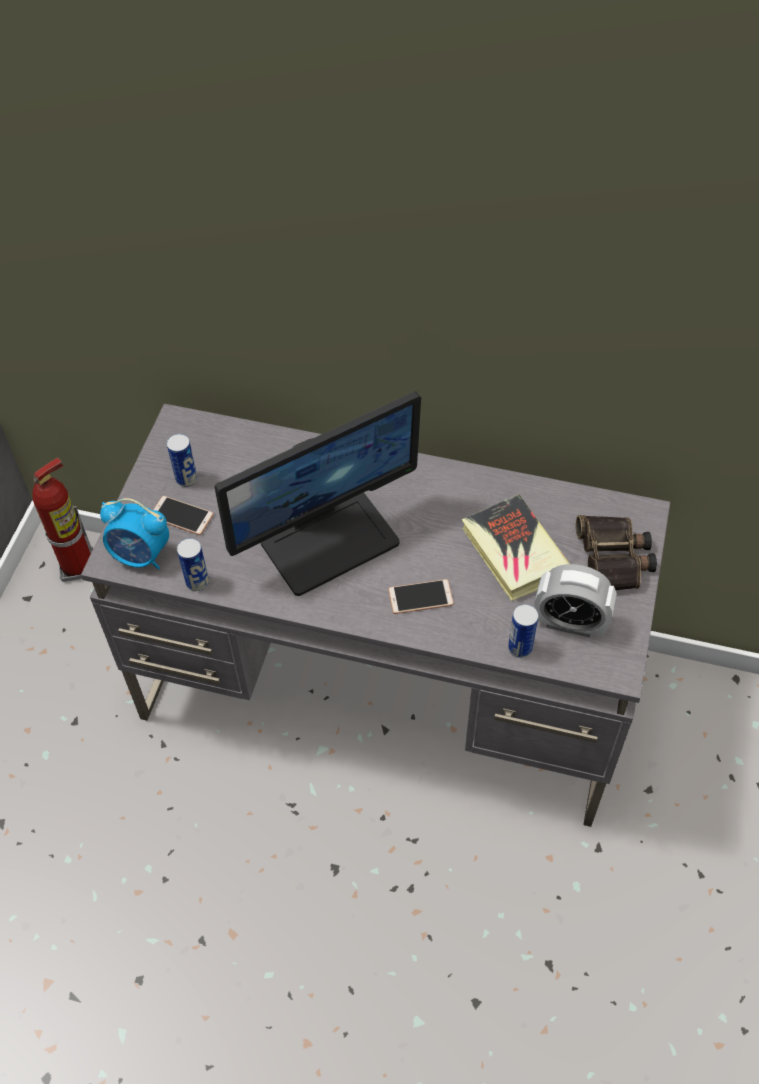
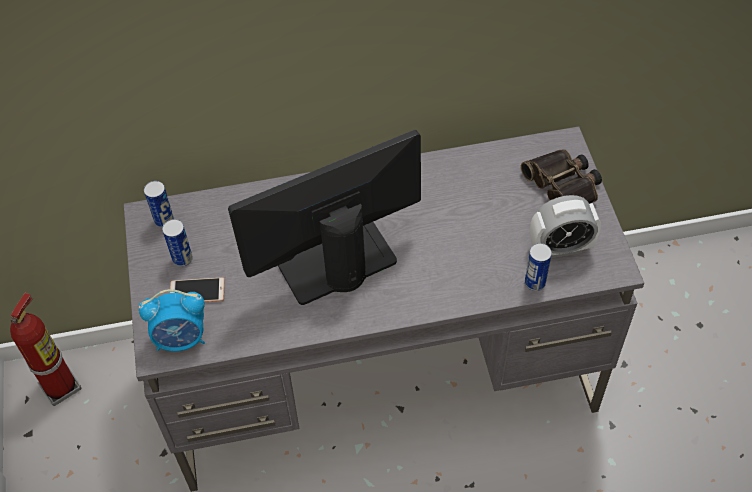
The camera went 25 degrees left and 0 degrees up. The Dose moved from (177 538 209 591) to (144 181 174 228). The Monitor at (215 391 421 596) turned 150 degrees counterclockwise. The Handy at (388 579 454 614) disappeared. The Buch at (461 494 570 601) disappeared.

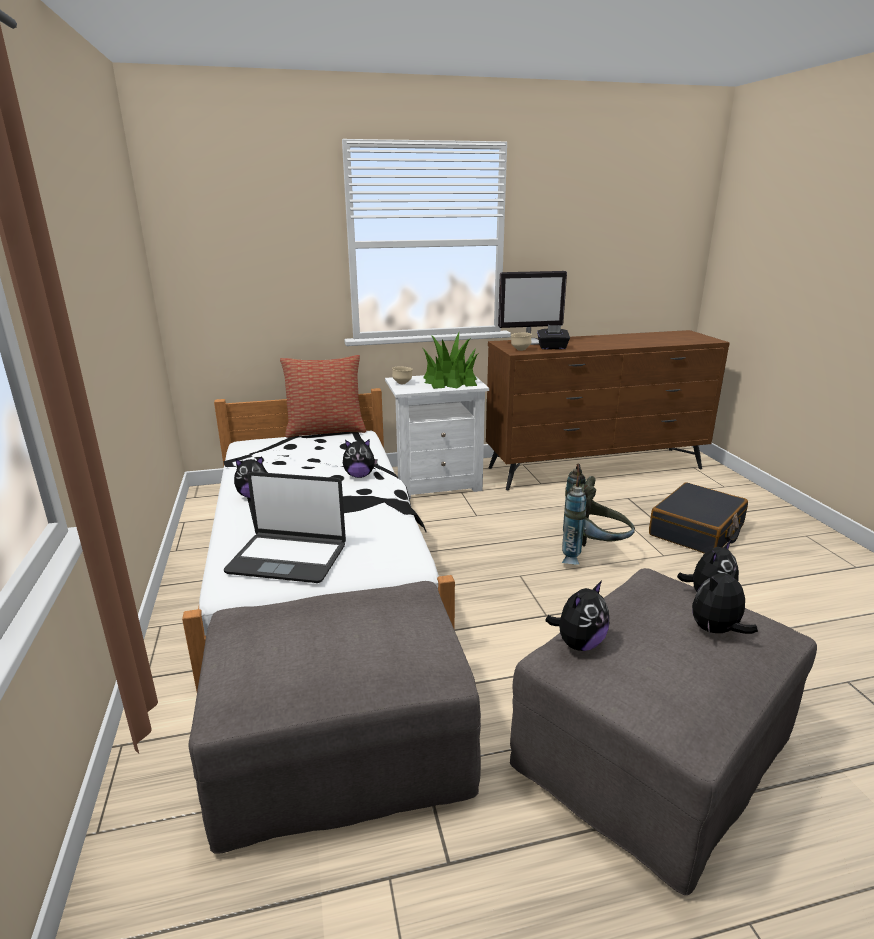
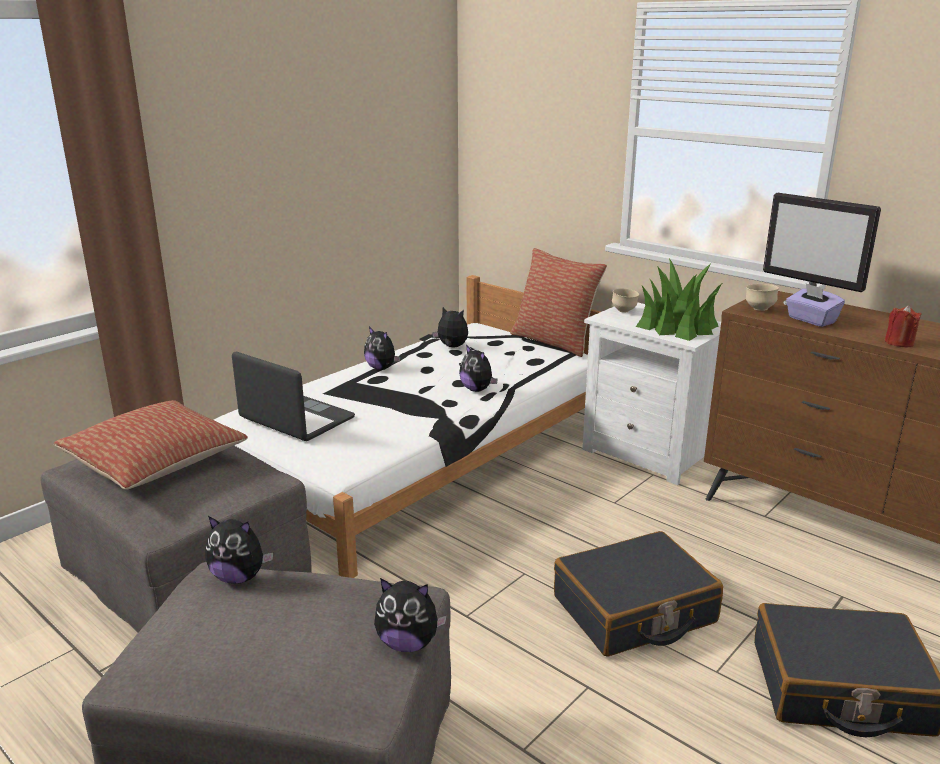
The camera went 55 degrees right and 0 degrees up. The Laptop at (224 472 346 583) turned 150 degrees clockwise. The Taschentuchbox [schwarz] at (537 325 570 350) became the Taschentuchbox [lila] at (786 283 845 327). The Rucksack [grau] at (562 463 635 565) was replaced by the Koffer [schwarz] at (554 531 723 657). The Plüschtier moved from (692 566 758 634) to (432 307 468 347). The Kissen at (54 400 248 490) appeared. The Kerze [rot] at (885 305 922 347) appeared.

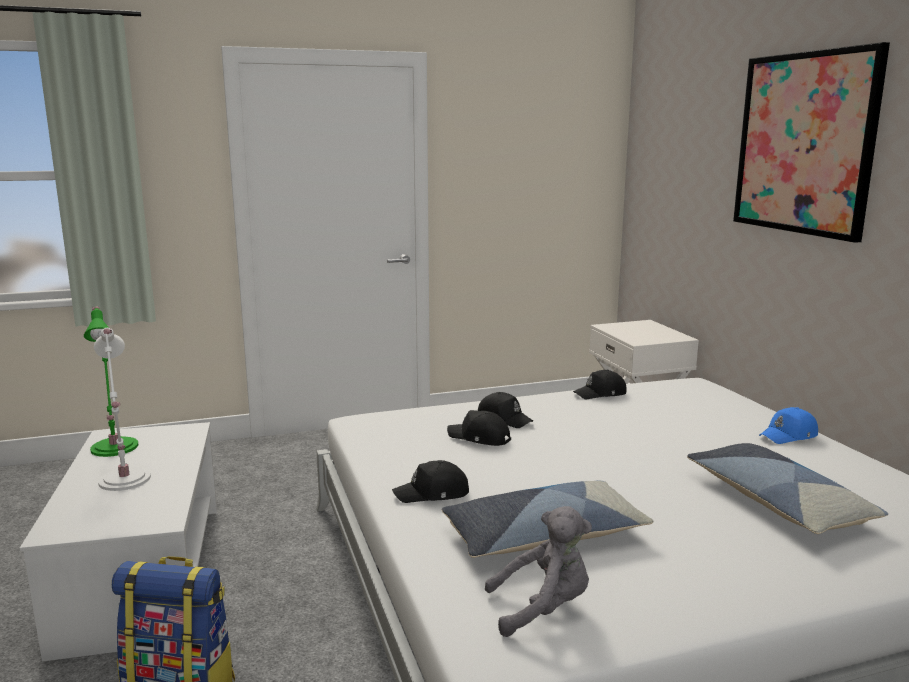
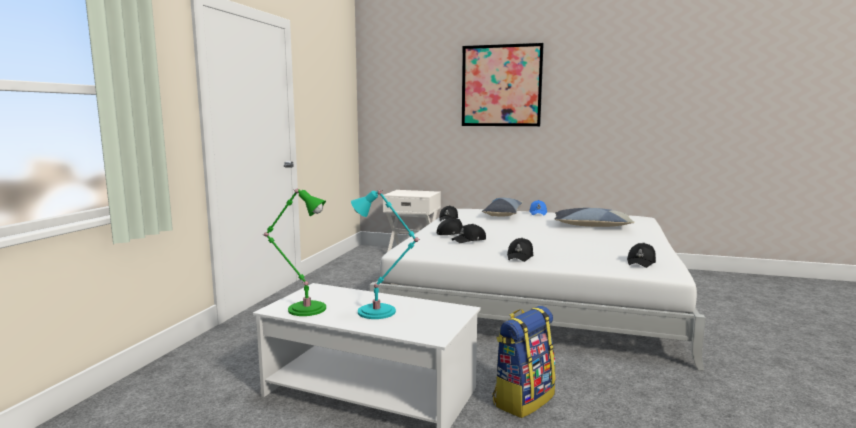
The camera went 55 degrees left and 5 degrees down. The Tischlampe [weiß] at (94 328 151 491) became the Tischlampe [türkis] at (351 190 419 319). The Kissen moved from (442 480 653 558) to (482 198 523 217). The Plüschtier [grau] at (485 506 592 637) was replaced by the Kappe [schwarz] at (627 243 656 268).

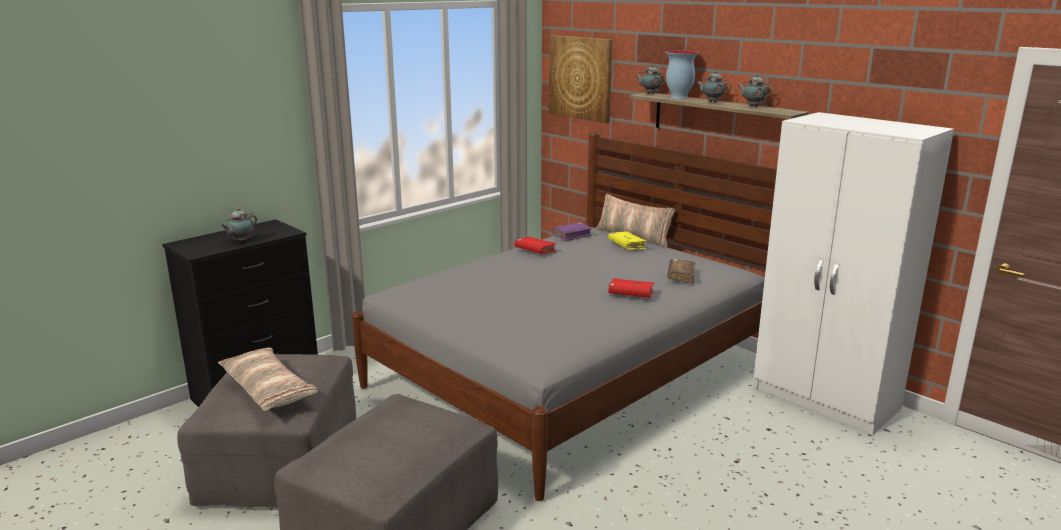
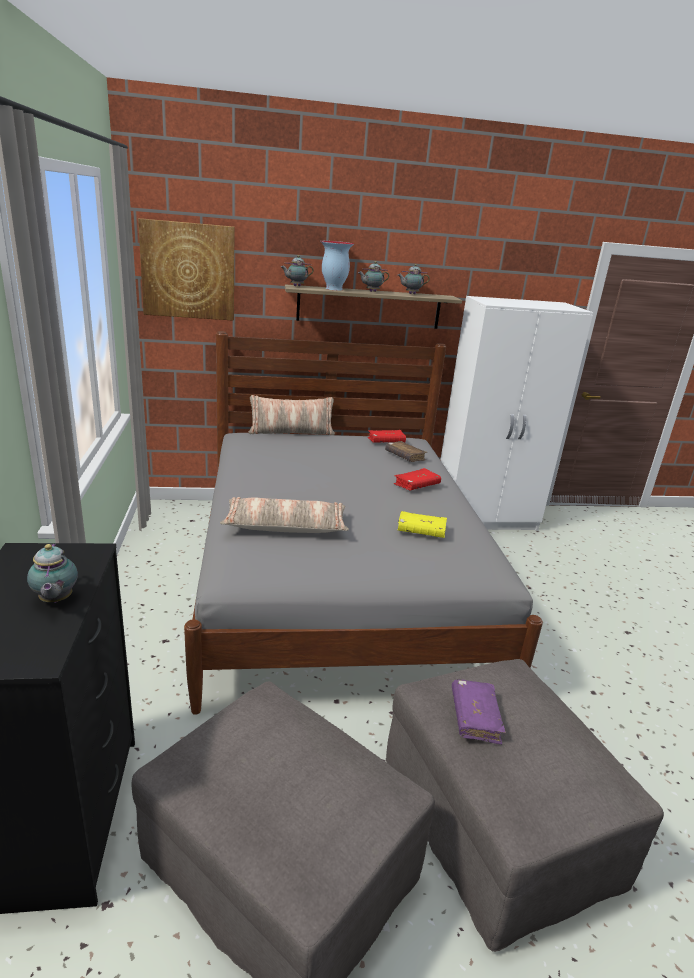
The camera went 55 degrees left and 5 degrees up. The Kissen moved from (218 347 318 411) to (220 497 349 533). The Buch [rot] moved from (515 236 557 254) to (368 430 406 443). The Buch [lila] moved from (552 222 593 242) to (452 679 506 744). The Buch [gelb] moved from (608 231 646 250) to (398 511 447 538).

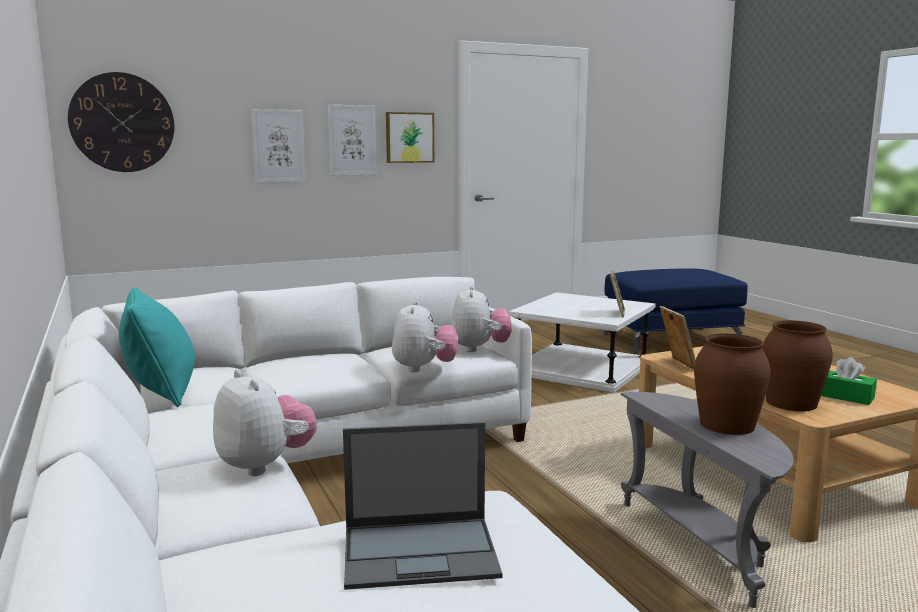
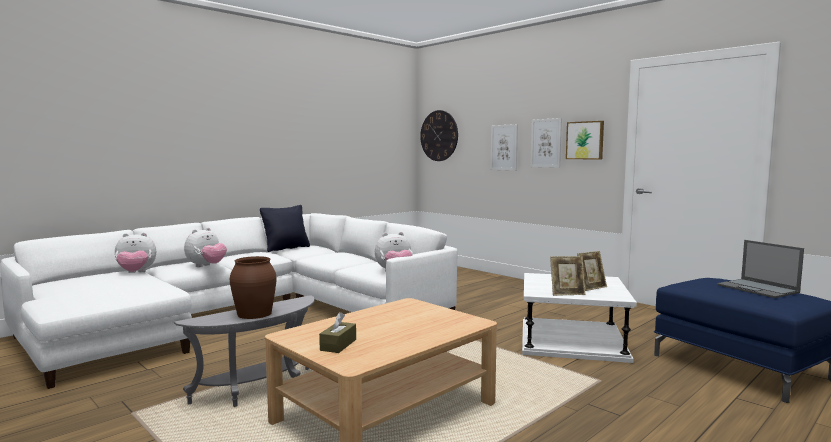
The camera went 70 degrees right and 5 degrees down. The Kissen [türkis] at (119 287 195 407) became the Kissen [schwarz] at (260 205 310 252). The Laptop moved from (343 422 502 590) to (717 240 804 298). The Plüschtier moved from (392 300 458 372) to (115 233 156 273). The Bilderrahmen moved from (660 306 695 370) to (577 251 607 291). The Vase [braun] at (762 320 833 411) disappeared. The Taschentuchbox [grün] at (821 357 877 405) became the Taschentuchbox [braun] at (319 312 356 353).

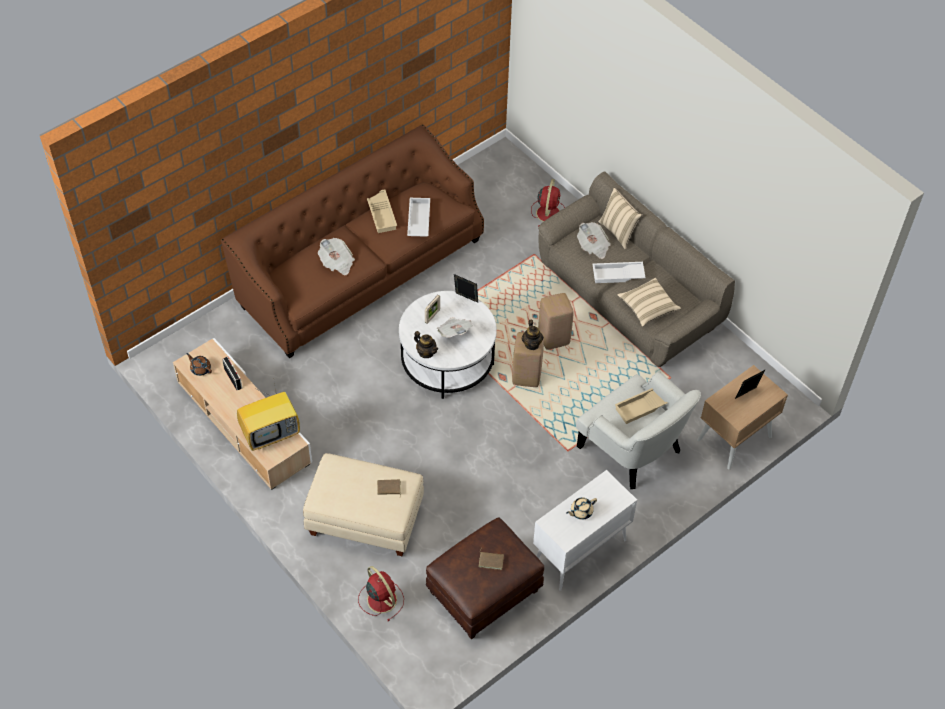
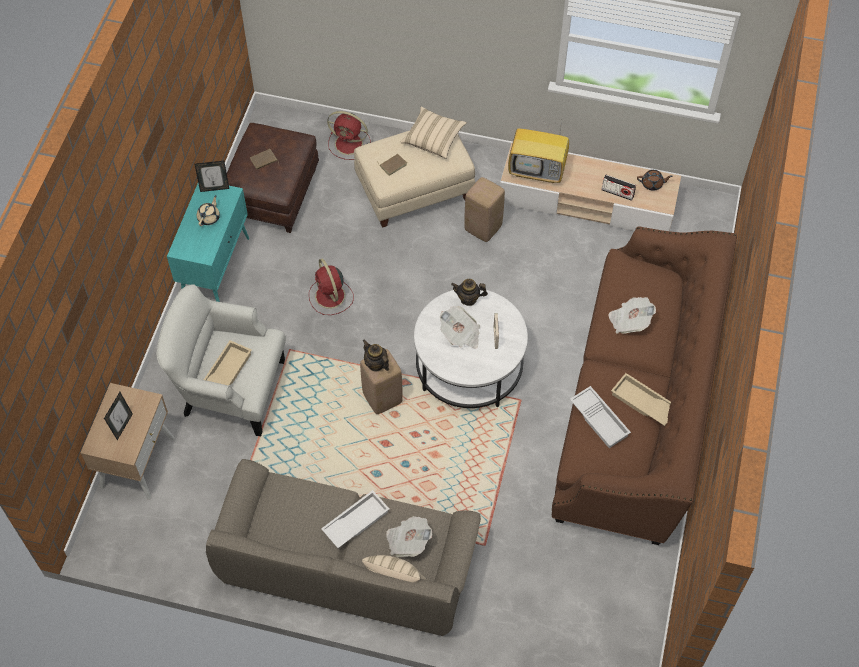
The camera went 145 degrees right and 5 degrees up. The Fernseher at (237 375 300 451) turned 105 degrees counterclockwise. The Bilderrahmen moved from (454 274 478 303) to (195 161 229 192). The Ventilator [rot] moved from (531 179 565 227) to (309 258 354 315). The Schrank [weiß] at (533 470 637 591) became the Schrank [türkis] at (167 184 249 302). The Hocker [beige] moved from (538 293 574 350) to (464 177 505 242). The Kissen [beige] moved from (617 278 681 327) to (400 106 467 159).

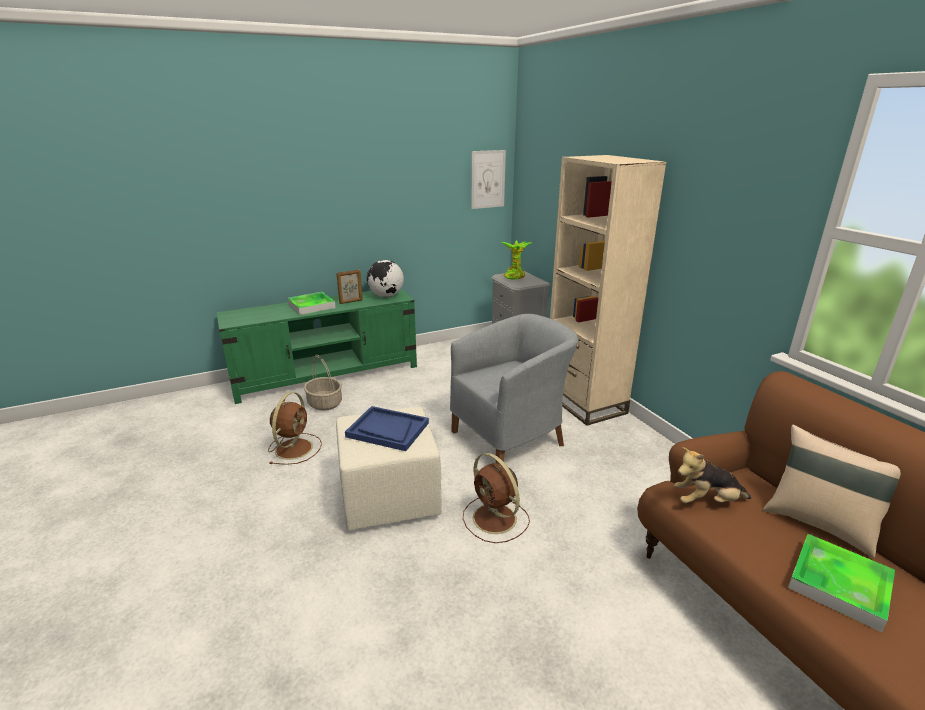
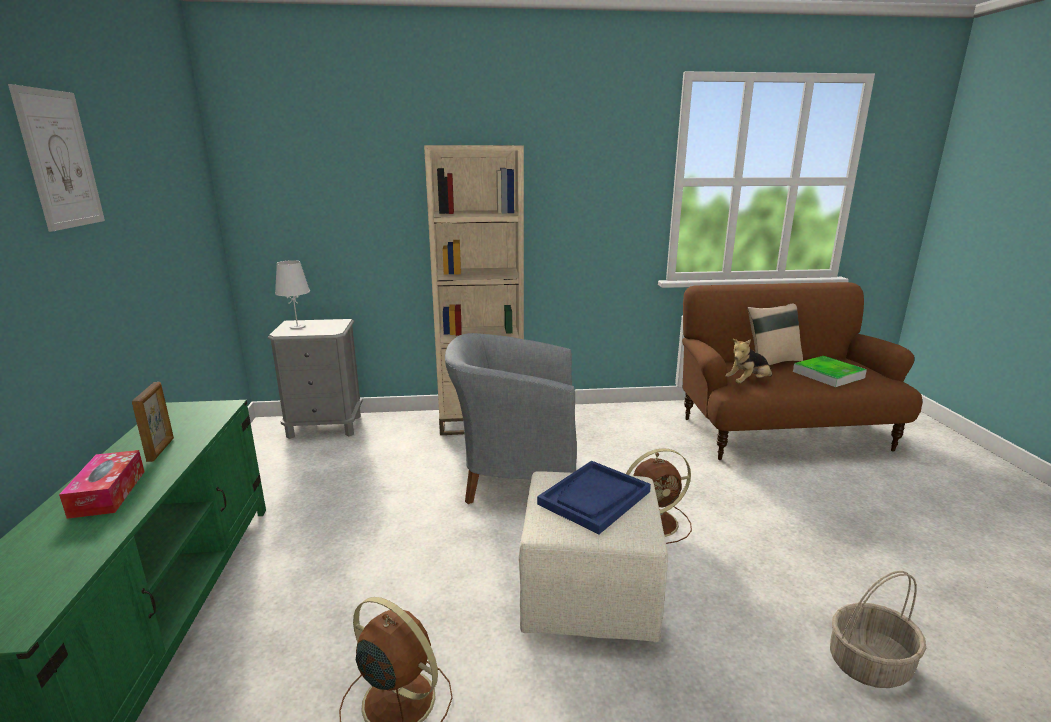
The camera went 70 degrees left and 5 degrees down. The Tablett at (288 292 336 315) was replaced by the Taschentuchbox at (59 450 145 519). The Korb moved from (304 355 342 411) to (830 571 926 688). The Globus at (367 260 404 297) disappeared. The Sessel [grau] at (450 314 578 463) turned 75 degrees counterclockwise. The Bild moved from (471 150 506 209) to (8 84 105 232). The Topfpflanze at (500 240 533 280) was replaced by the Tischlampe [weiß] at (275 260 310 329). The Plüschtier at (674 447 751 503) turned 45 degrees clockwise.

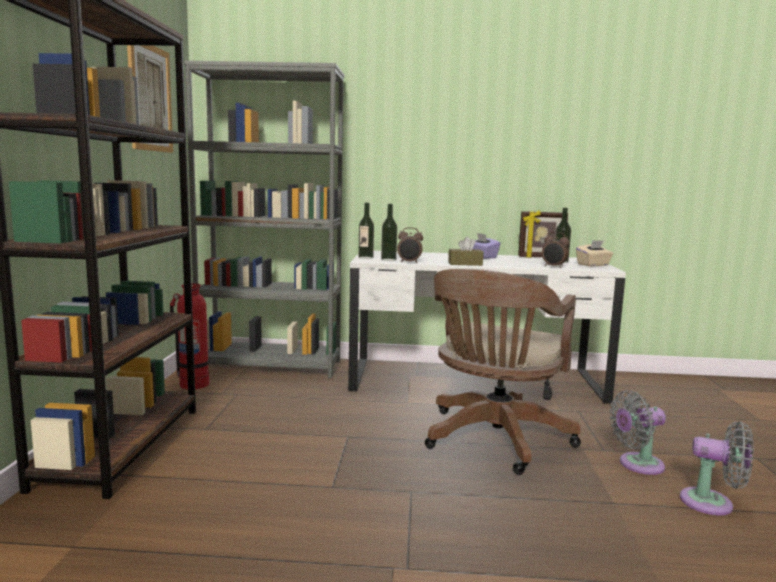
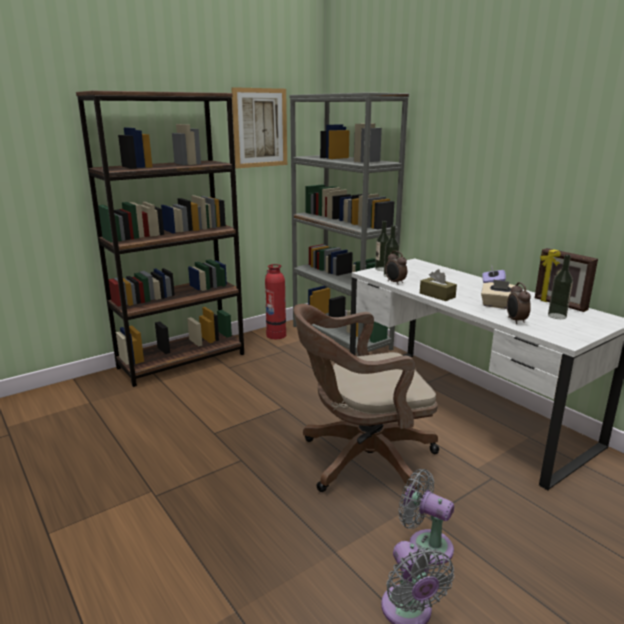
The camera went 50 degrees right and 10 degrees up. The Taschentuchbox [beige] moved from (576 240 613 266) to (481 279 515 309).

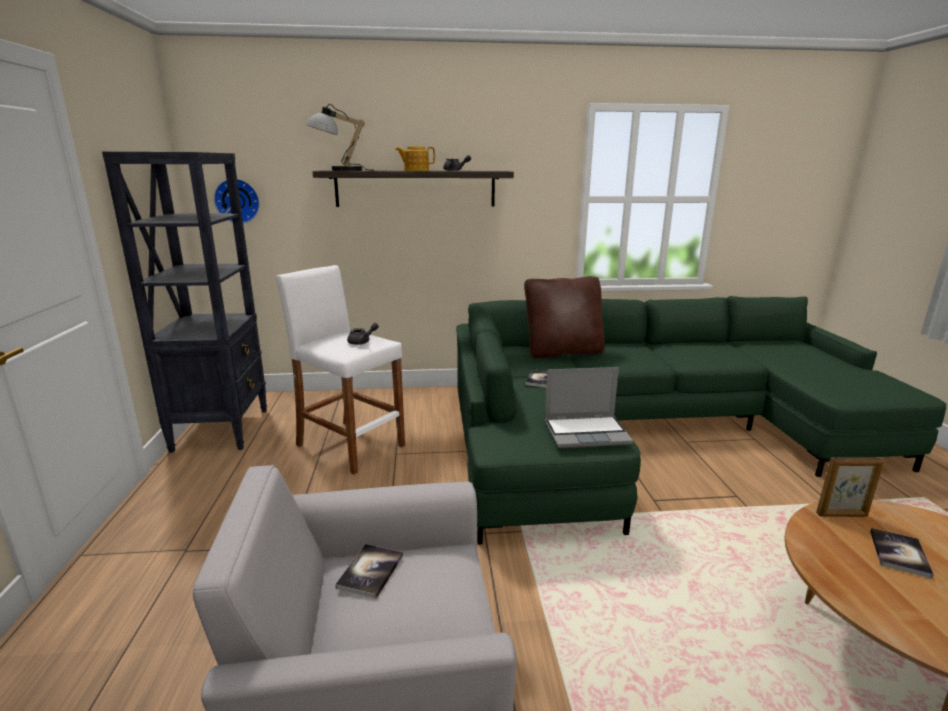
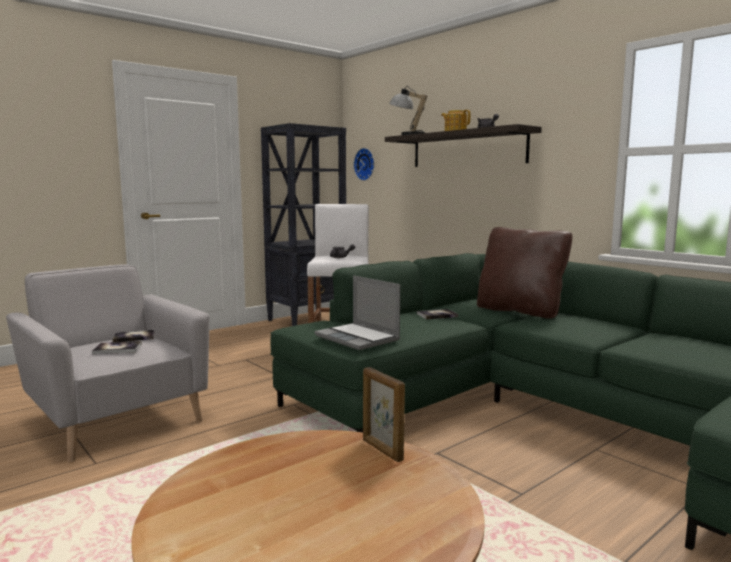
The camera went 55 degrees right and 10 degrees down. The Buch moved from (870 528 934 579) to (92 341 142 354).

